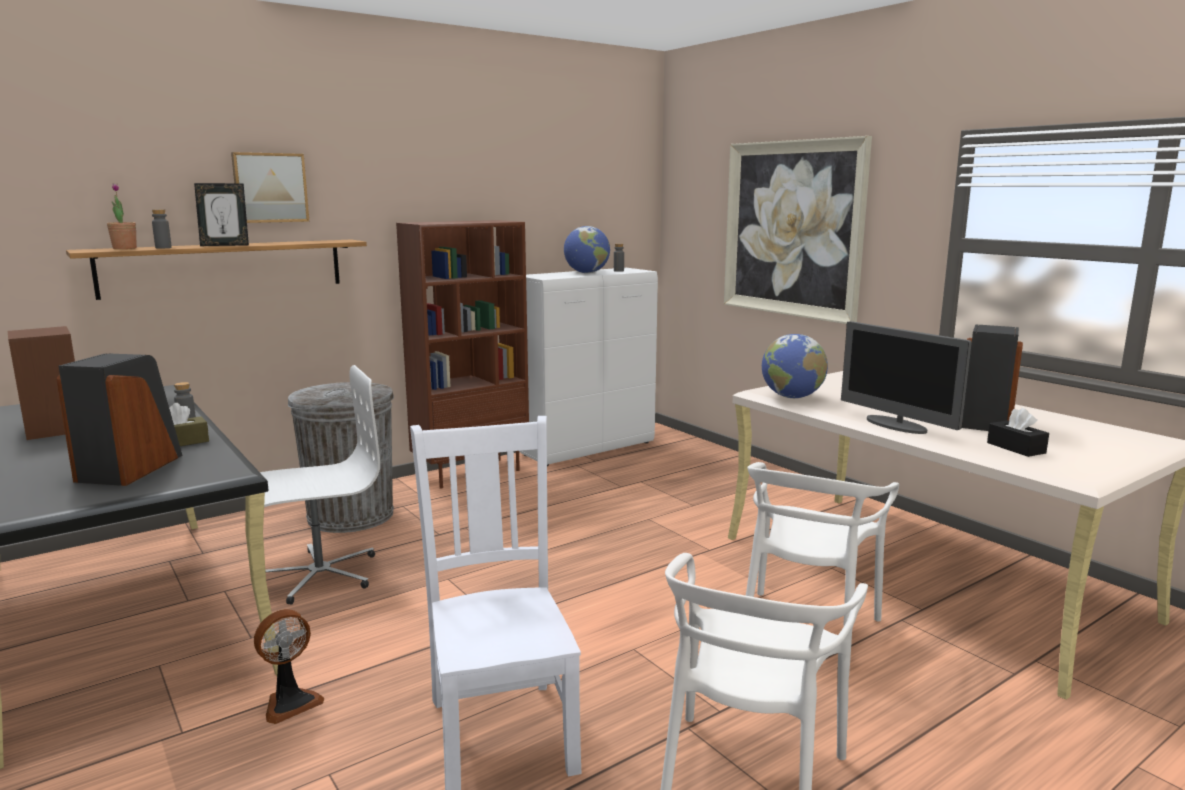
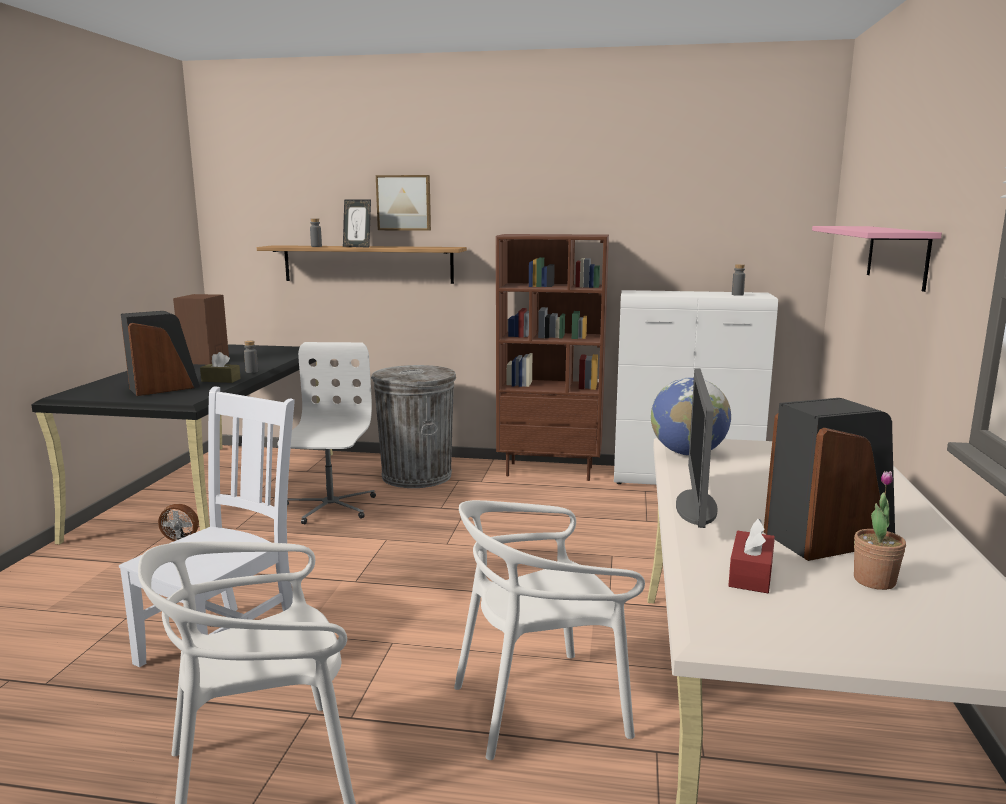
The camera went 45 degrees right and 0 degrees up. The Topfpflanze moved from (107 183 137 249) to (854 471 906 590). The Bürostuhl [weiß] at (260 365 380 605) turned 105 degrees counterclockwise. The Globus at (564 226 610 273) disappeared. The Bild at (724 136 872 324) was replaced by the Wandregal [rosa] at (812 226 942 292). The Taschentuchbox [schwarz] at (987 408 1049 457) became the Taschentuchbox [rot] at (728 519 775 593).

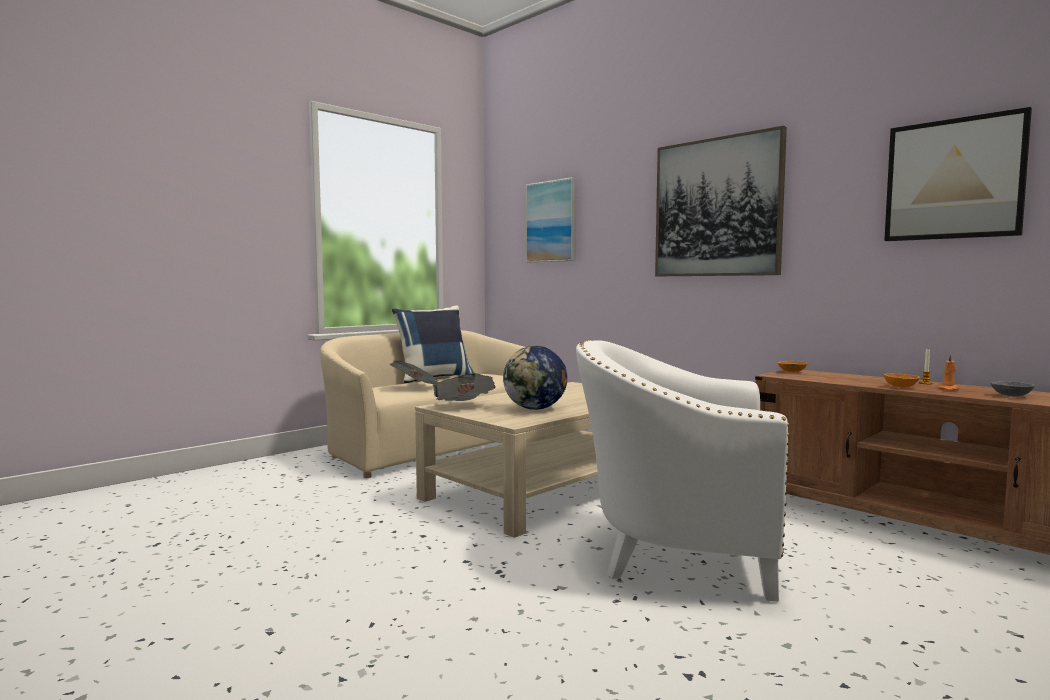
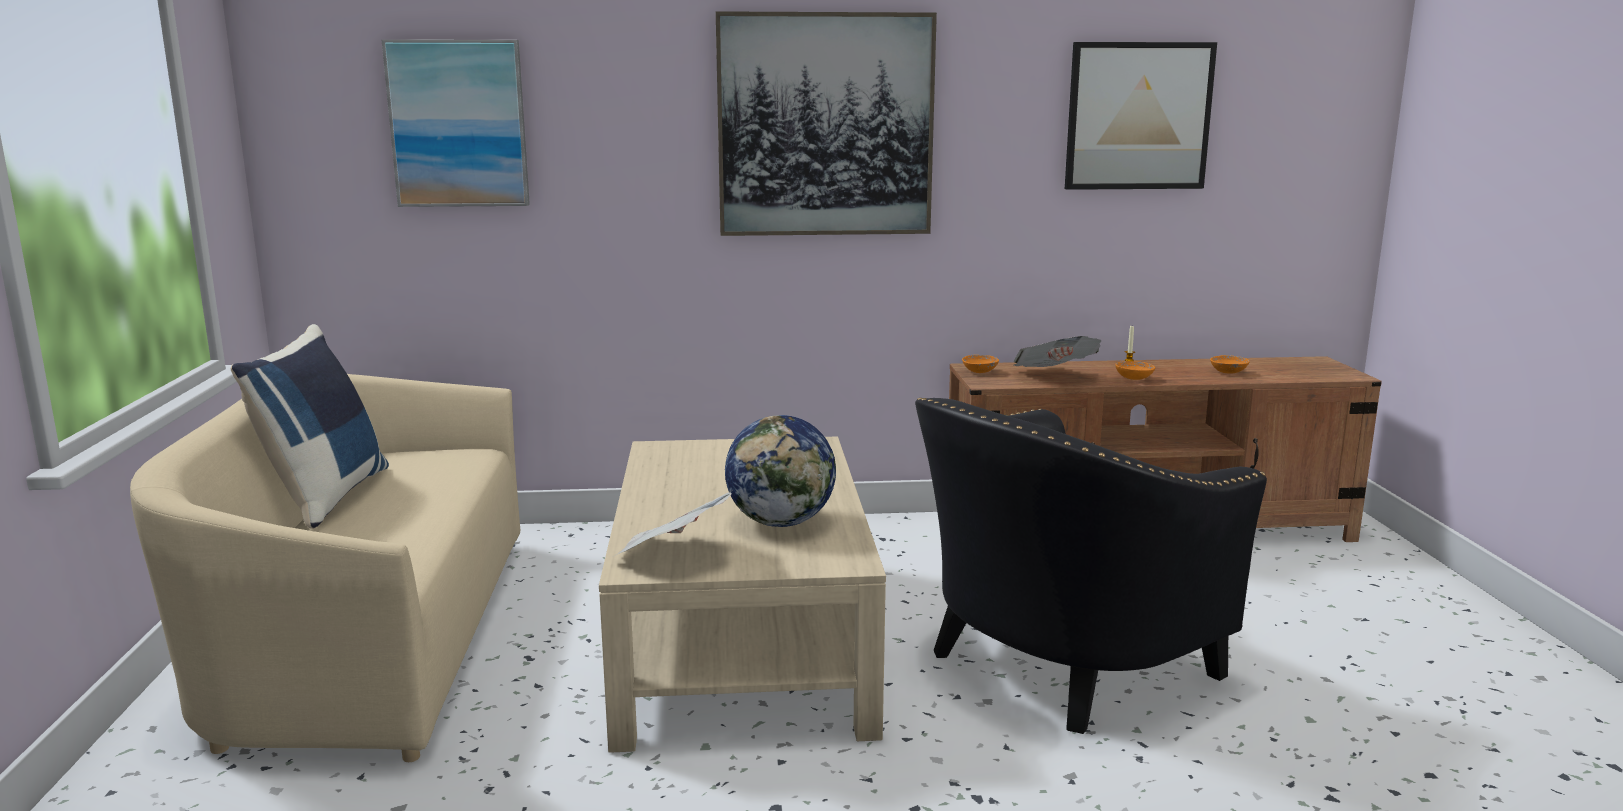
The camera went 50 degrees left and 10 degrees up. The Zeitung moved from (390 361 439 384) to (1013 336 1101 367). The Sessel [weiß] at (576 340 789 602) became the Sessel [schwarz] at (915 398 1267 734). The Kerze [orange] at (936 354 960 390) disappeared. The Schüssel [grau] at (991 381 1035 396) became the Schüssel [orange] at (1210 355 1250 374).

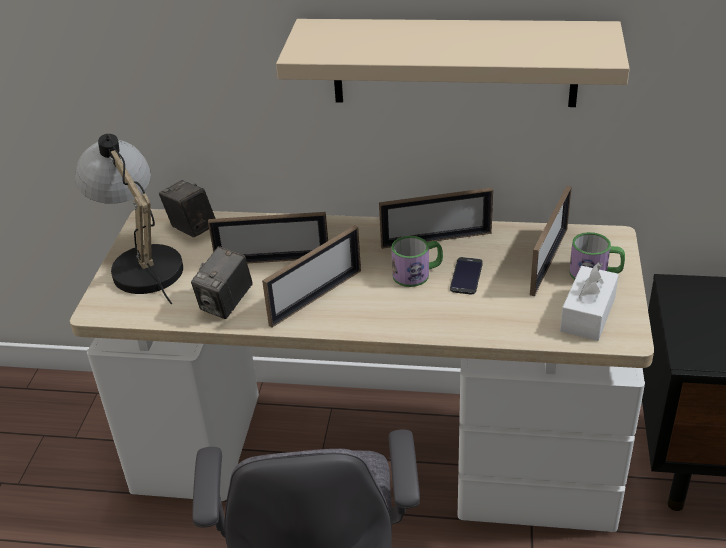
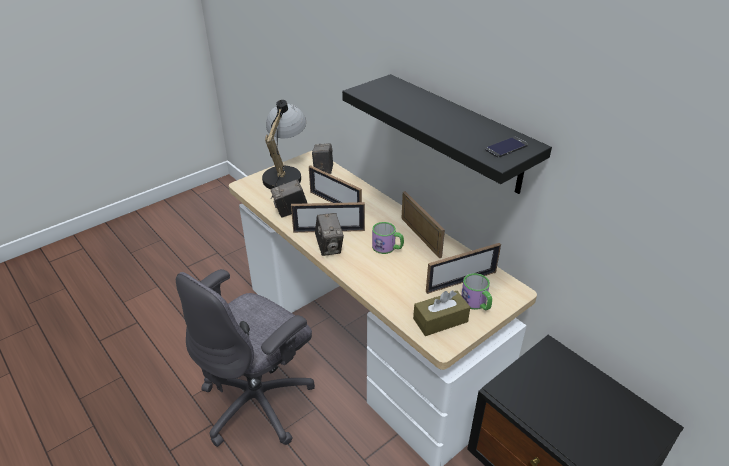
The camera went 40 degrees right and 0 degrees up. The Wandregal [beige] at (276 19 630 107) became the Wandregal [schwarz] at (342 74 552 194). The Bilderrahmen at (379 188 493 249) turned 150 degrees counterclockwise. The Handy moved from (450 257 483 294) to (485 137 528 157). The Taschentuchbox [weiß] at (560 262 619 341) became the Taschentuchbox [braun] at (413 290 470 336). The Kamera at (315 213 344 256) appeared.

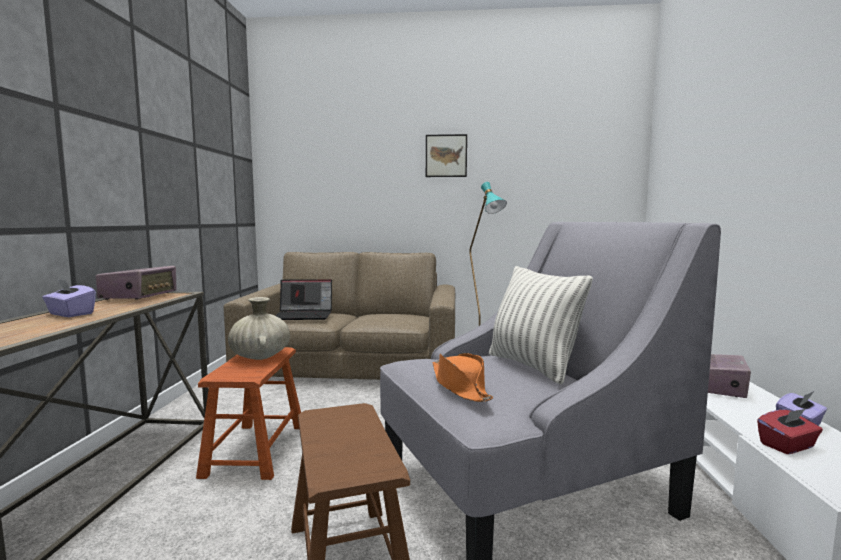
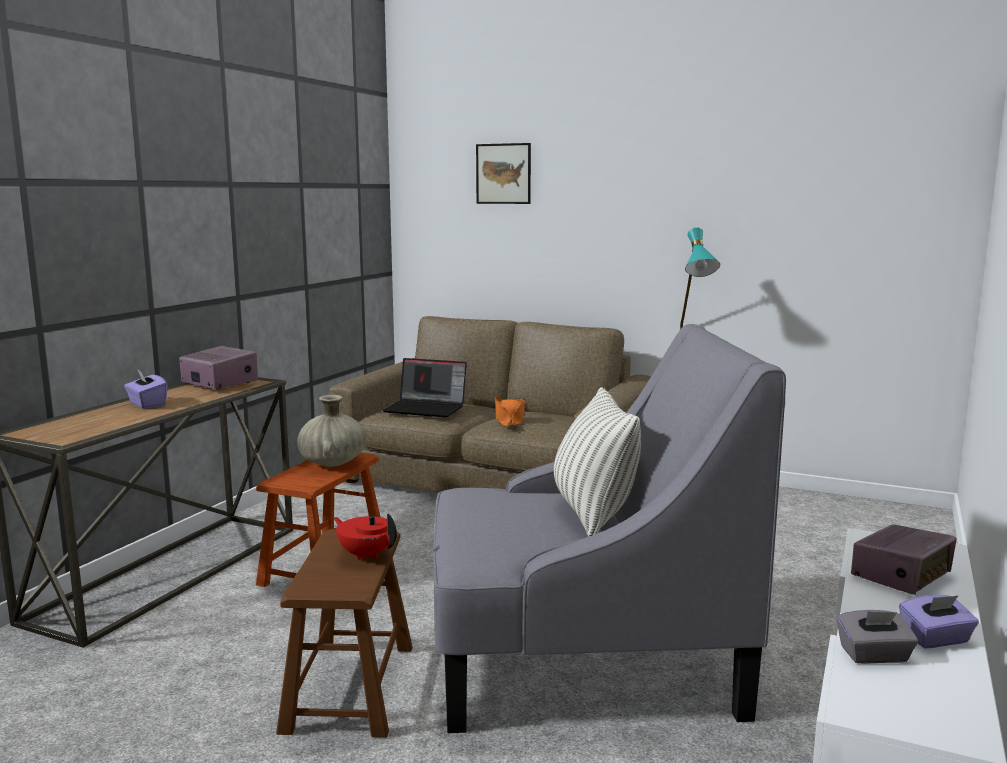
The camera went 20 degrees right and 5 degrees up. The Radio at (96 266 176 300) turned 75 degrees counterclockwise. The Bild moved from (426 134 467 177) to (476 143 531 204). The Hut [orange] moved from (432 353 493 402) to (495 396 525 427). The Taschentuchbox [rot] at (757 409 823 454) became the Taschentuchbox [grau] at (837 610 918 664). The Teekanne [rot] at (333 514 397 560) appeared.

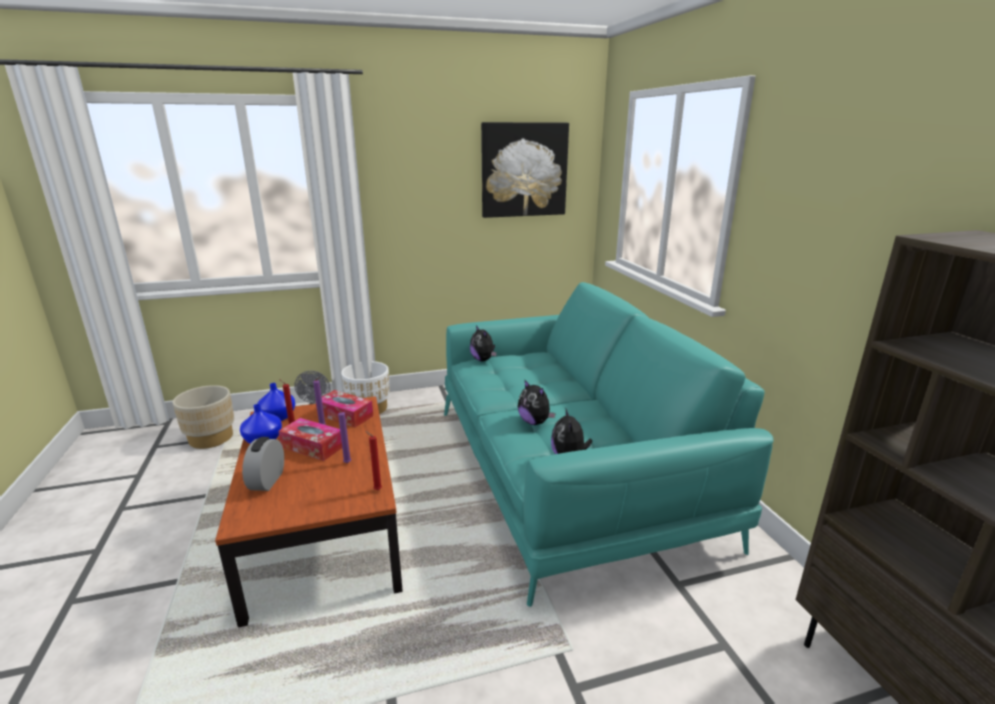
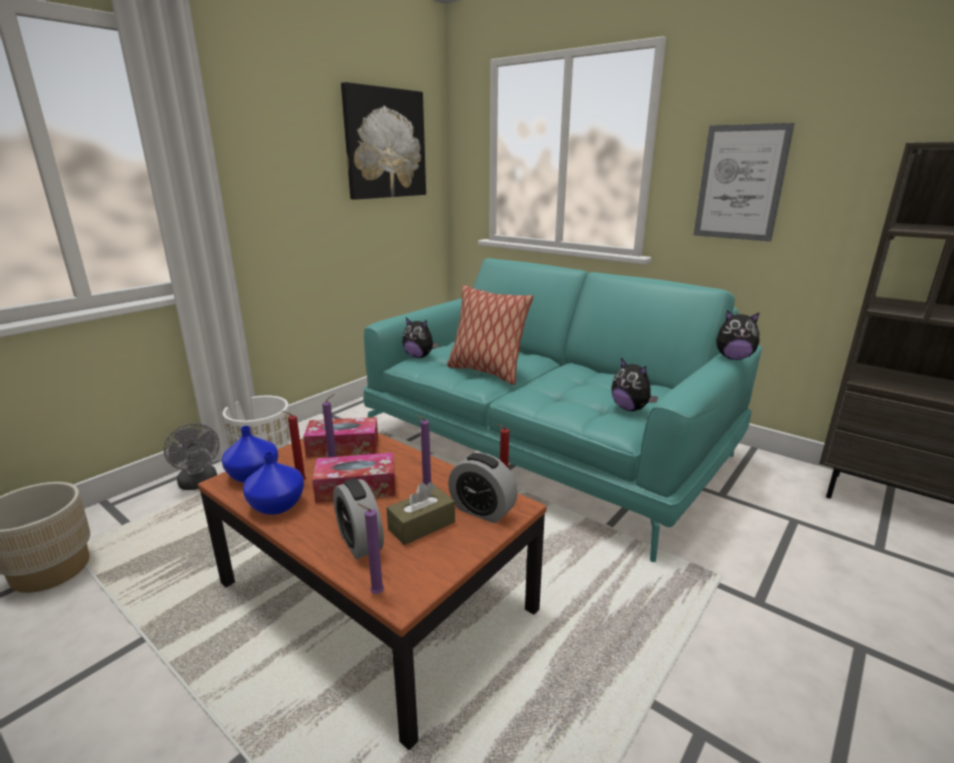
The camera went 35 degrees left and 0 degrees up. The Plüschtier moved from (518 379 556 425) to (716 310 760 360). The Kerze [lila] at (357 503 384 594) appeared. The Taschentuchbox [braun] at (386 482 455 545) appeared. The Kissen at (447 285 533 385) appeared. The Wecker at (448 453 518 523) appeared. The Bild at (694 123 795 242) appeared.

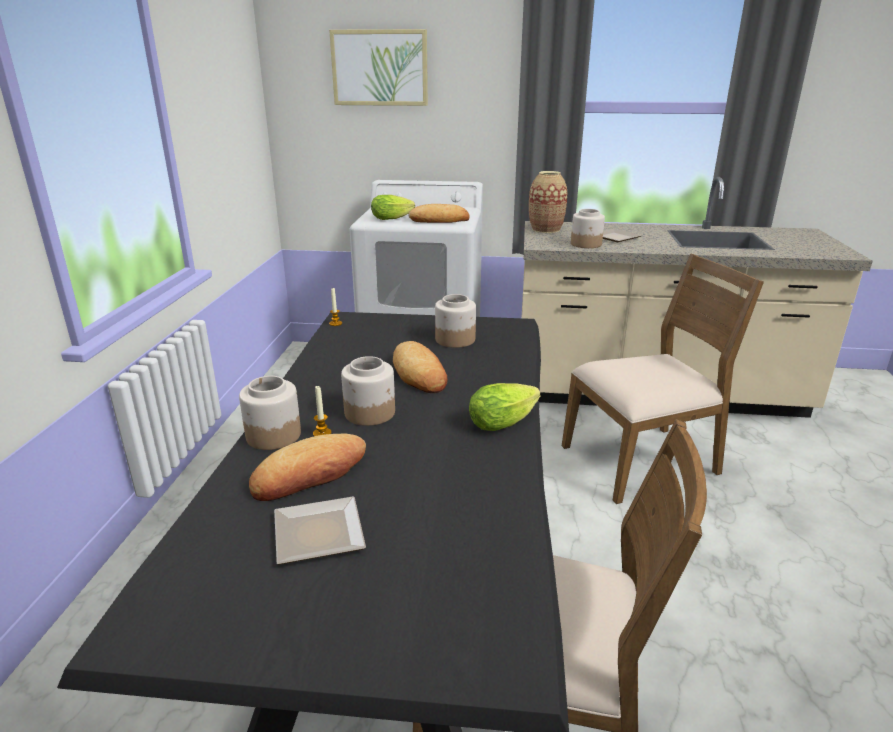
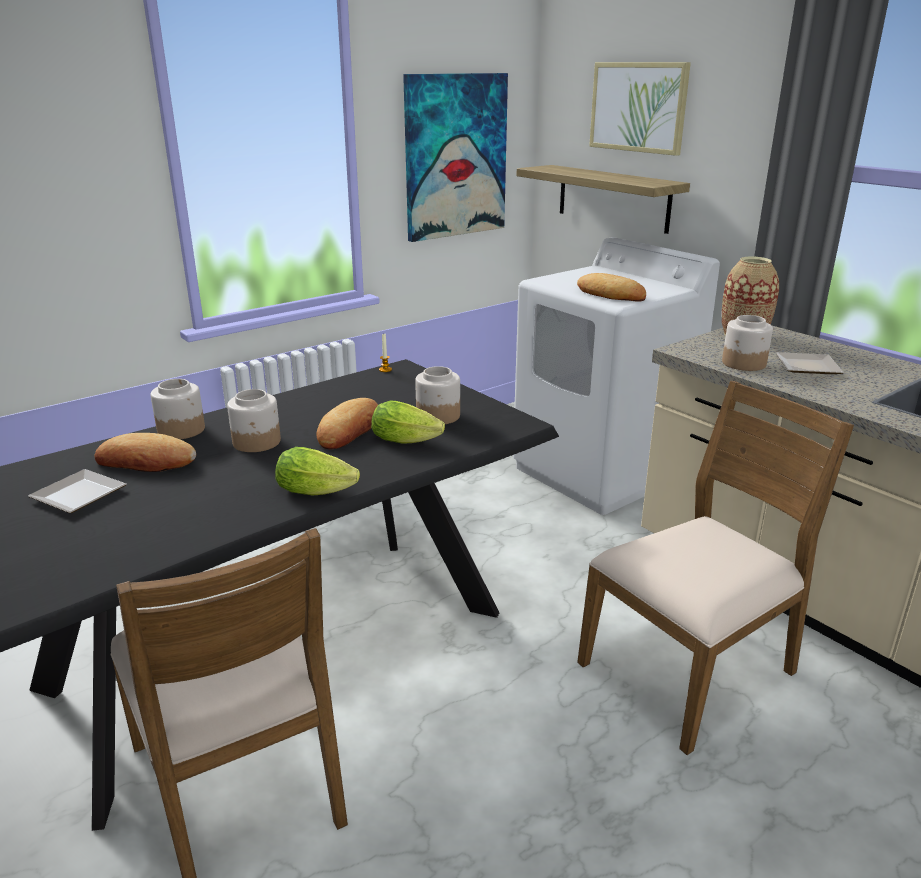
The camera went 45 degrees right and 0 degrees up. The Kerze at (313 386 332 436) disappeared. The Salatkopf moved from (371 195 415 220) to (371 401 445 444). The Stuhl [braun] at (562 253 764 504) turned 60 degrees counterclockwise. The Bild at (403 73 508 242) appeared. The Wandregal at (517 165 690 234) appeared.

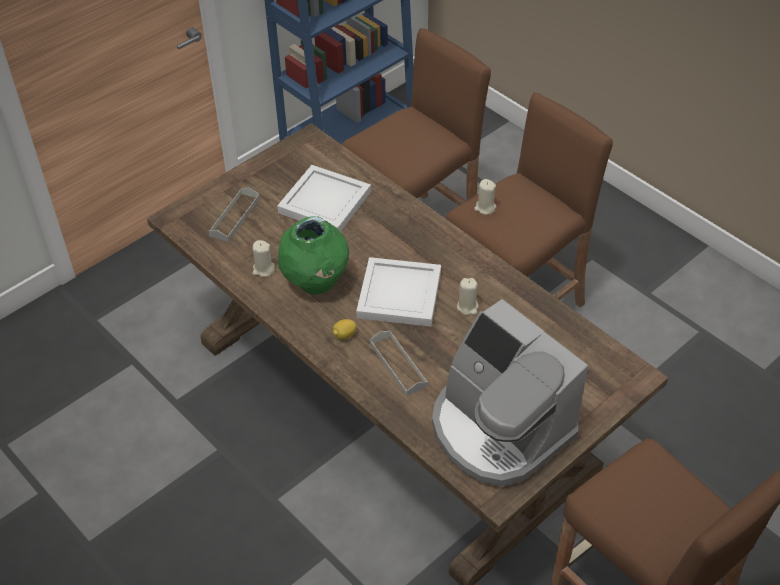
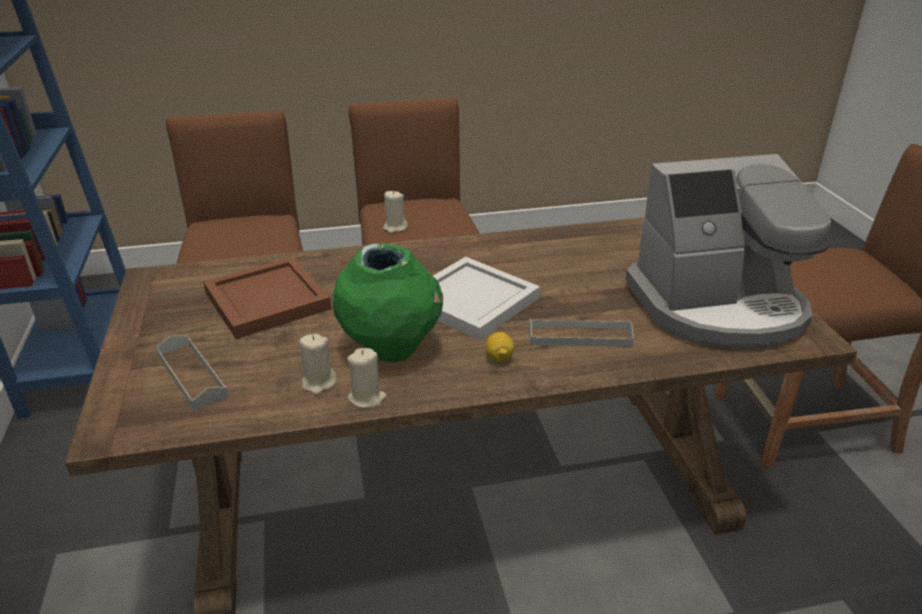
The camera went 60 degrees left and 15 degrees down. The Tablett [weiß] at (277 165 371 232) became the Tablett [braun] at (203 257 331 339). The Kerze [beige] moved from (457 278 479 315) to (347 348 386 408).

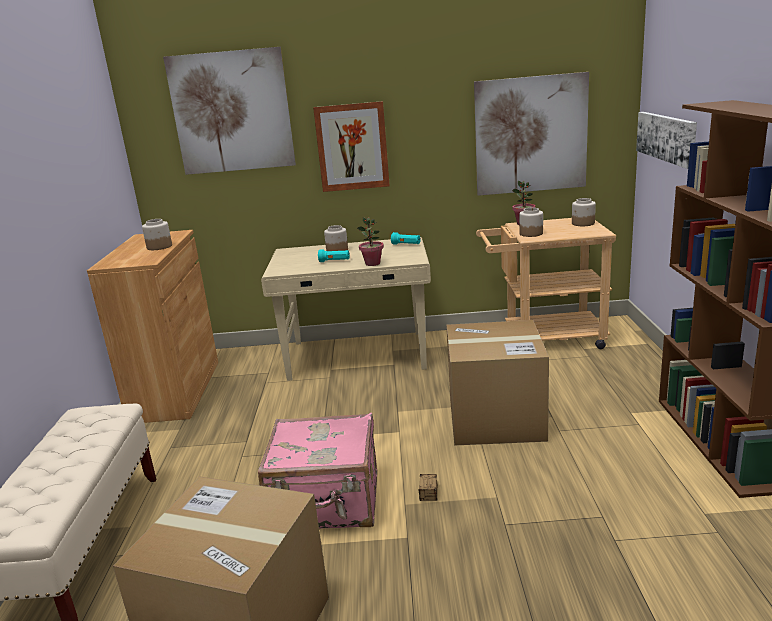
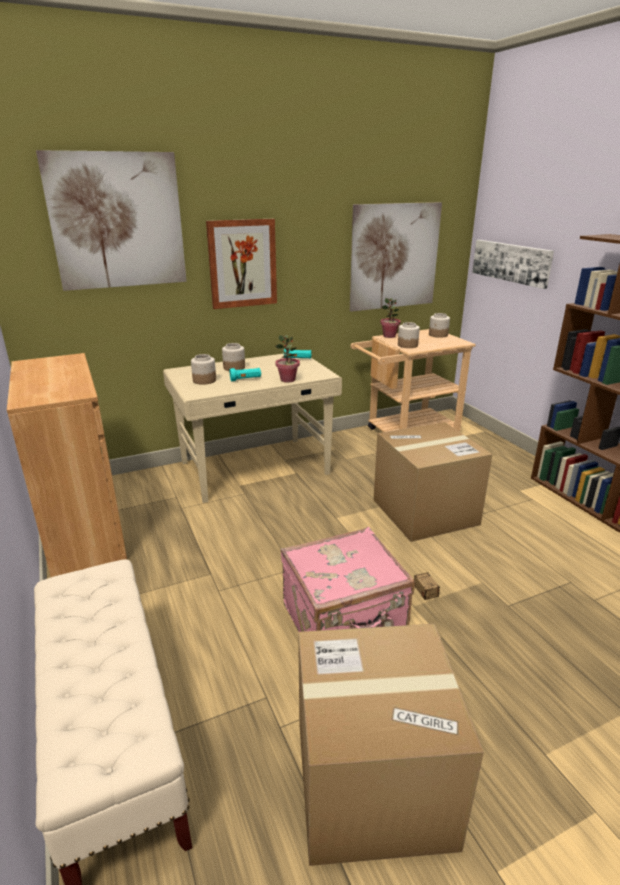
The camera went 25 degrees left and 5 degrees up. The Vorratsglas moved from (142 219 172 250) to (191 354 216 385).

